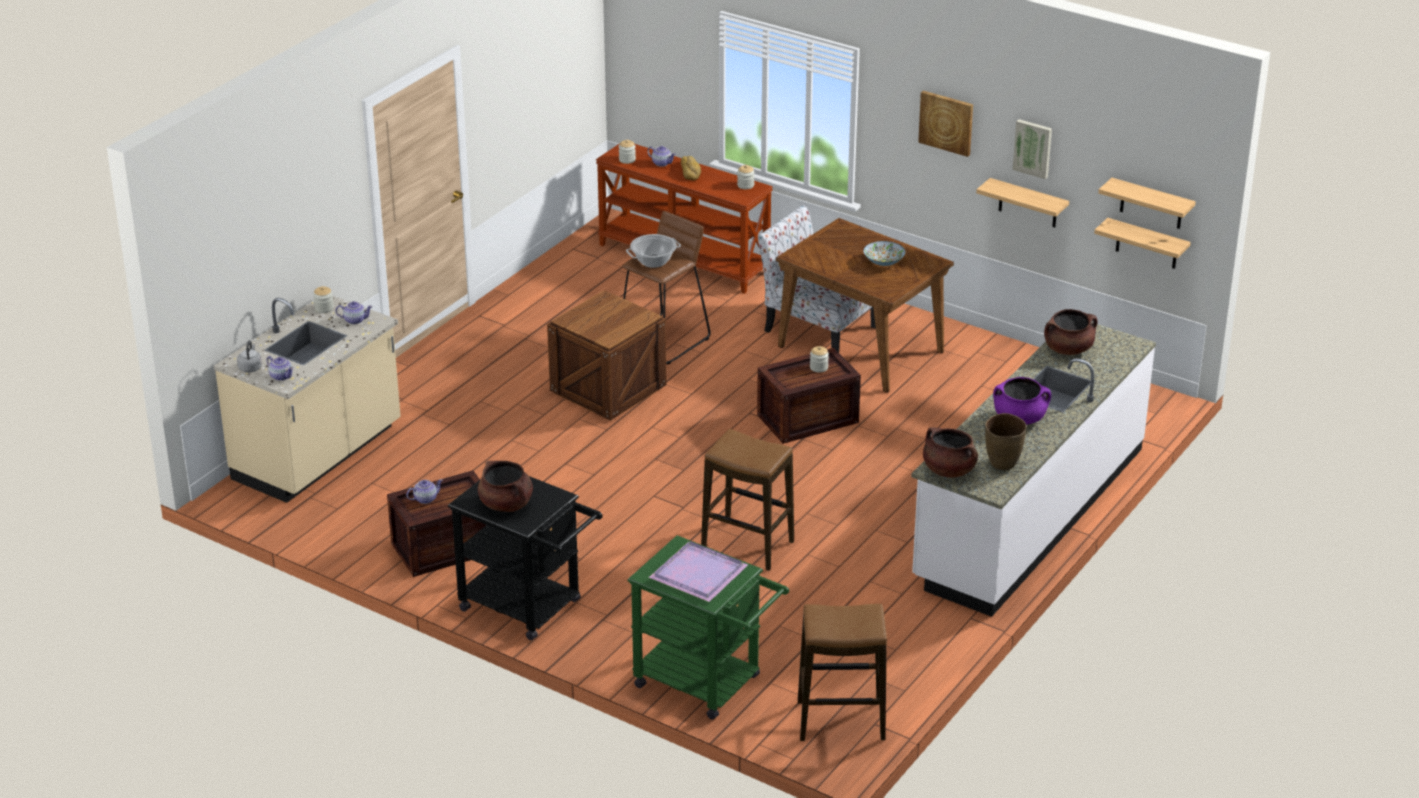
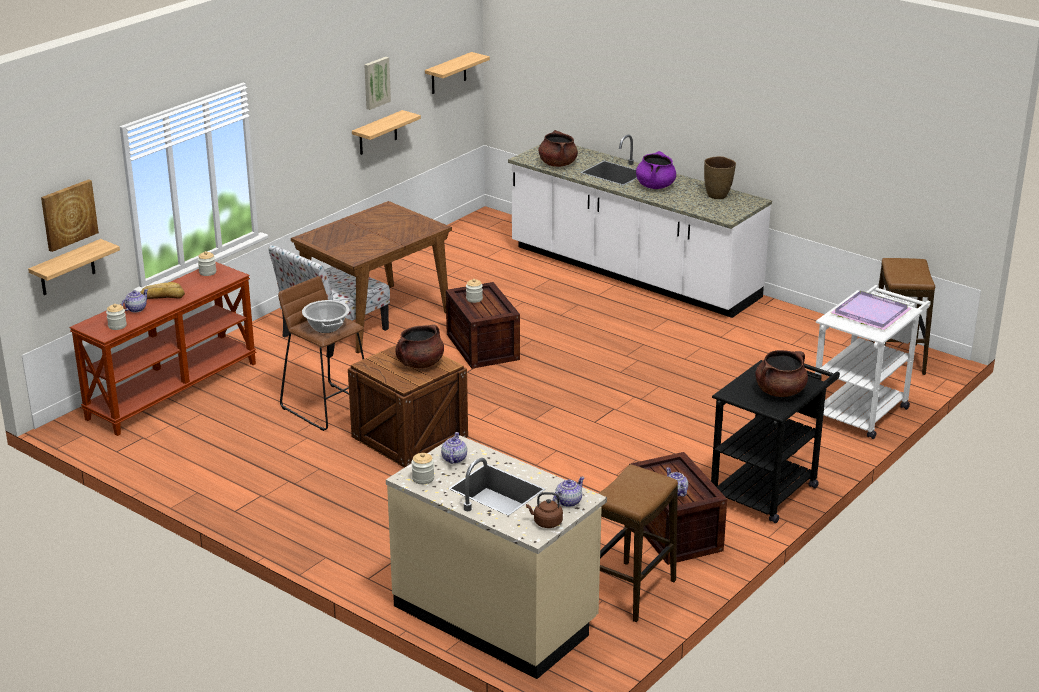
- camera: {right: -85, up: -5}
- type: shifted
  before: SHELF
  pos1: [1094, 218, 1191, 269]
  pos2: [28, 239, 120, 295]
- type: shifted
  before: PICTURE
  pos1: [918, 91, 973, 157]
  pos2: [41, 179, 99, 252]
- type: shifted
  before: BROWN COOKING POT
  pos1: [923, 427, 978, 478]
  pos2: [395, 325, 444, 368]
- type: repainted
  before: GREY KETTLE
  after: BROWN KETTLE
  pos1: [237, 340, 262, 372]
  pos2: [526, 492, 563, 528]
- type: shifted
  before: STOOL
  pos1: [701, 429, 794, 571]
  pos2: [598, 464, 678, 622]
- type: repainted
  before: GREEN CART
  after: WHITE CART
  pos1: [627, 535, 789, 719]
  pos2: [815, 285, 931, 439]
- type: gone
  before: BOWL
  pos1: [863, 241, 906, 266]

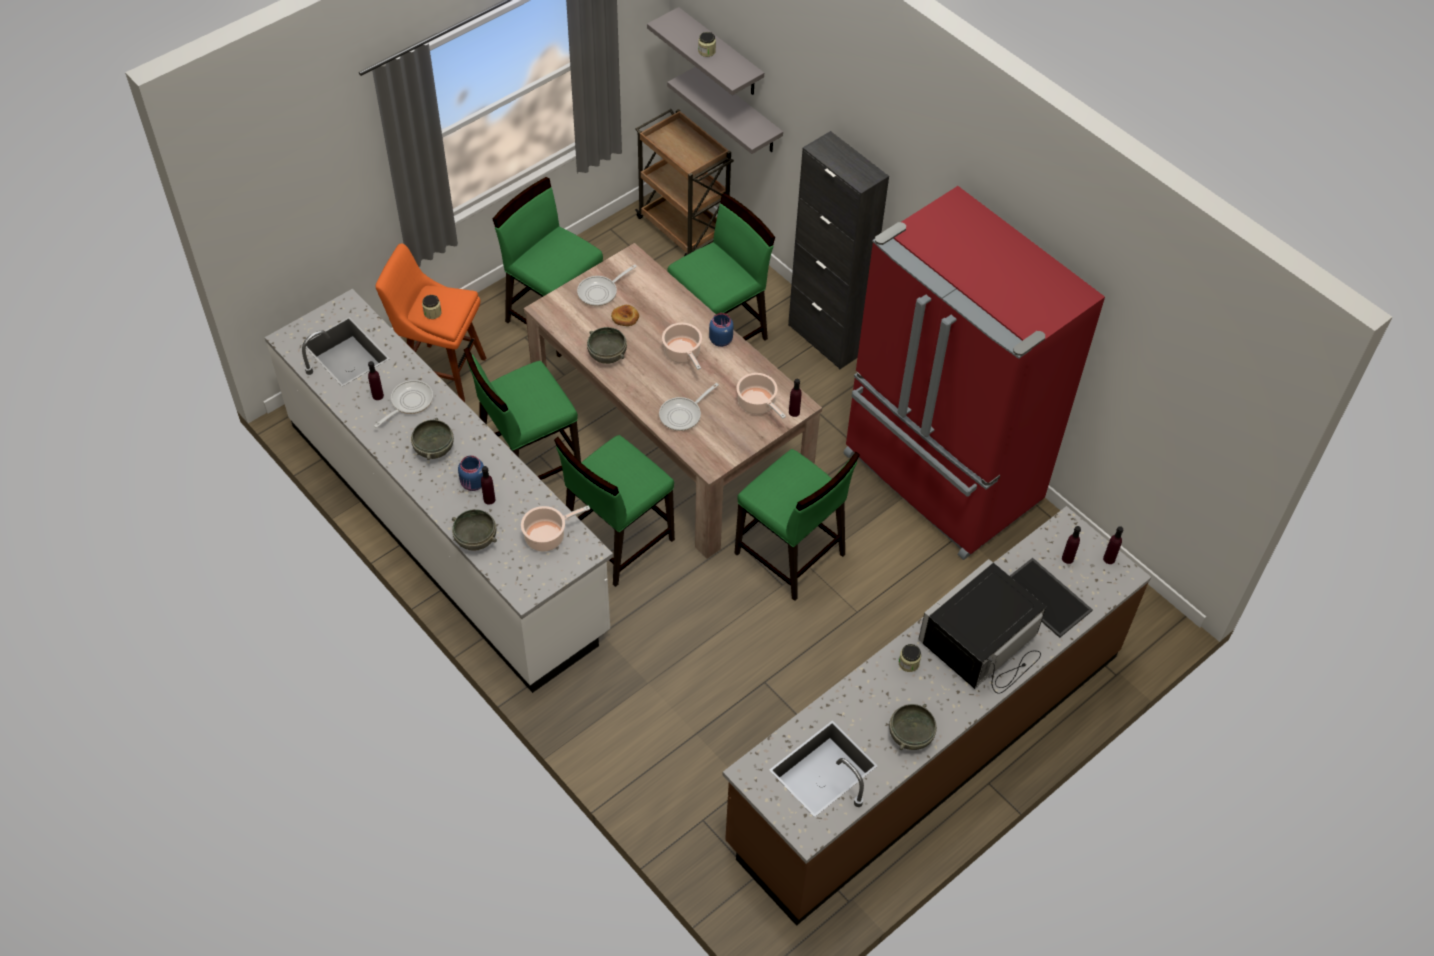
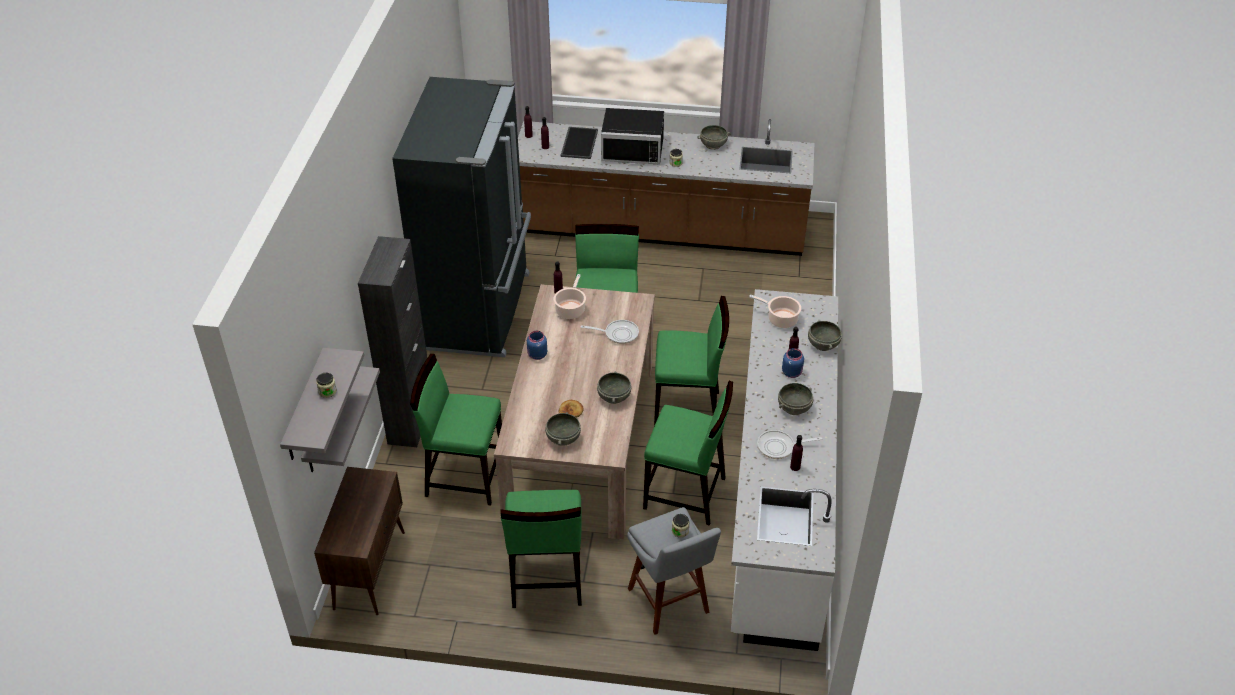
- camera: {right: -130, up: -10}
- type: swapped
  before: BROWN CART
  after: BROWN CABINET
  pos1: [635, 109, 734, 256]
  pos2: [314, 467, 405, 615]
- type: repainted
  before: RED FRIDGE
  after: BLACK FRIDGE
  pos1: [844, 186, 1105, 560]
  pos2: [392, 77, 531, 357]
- type: swapped
  before: FRYING PAN
  after: GREY BOWL
  pos1: [577, 264, 637, 306]
  pos2: [545, 412, 581, 446]
- type: repainted
  before: ORANGE STOOL
  after: GREY STOOL
  pos1: [375, 243, 486, 403]
  pos2: [627, 507, 721, 635]
- type: gone
  before: COOKING POT
  pos1: [662, 323, 702, 370]

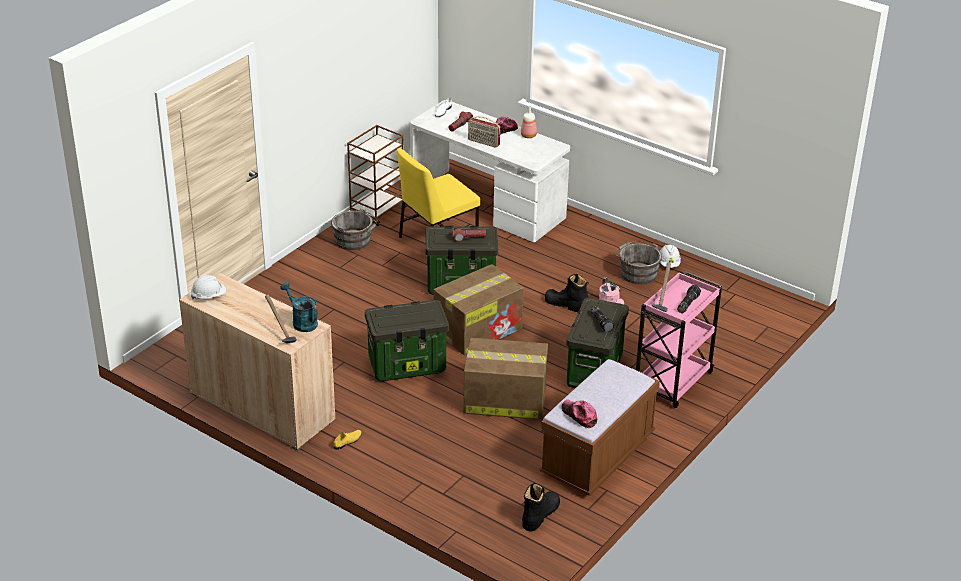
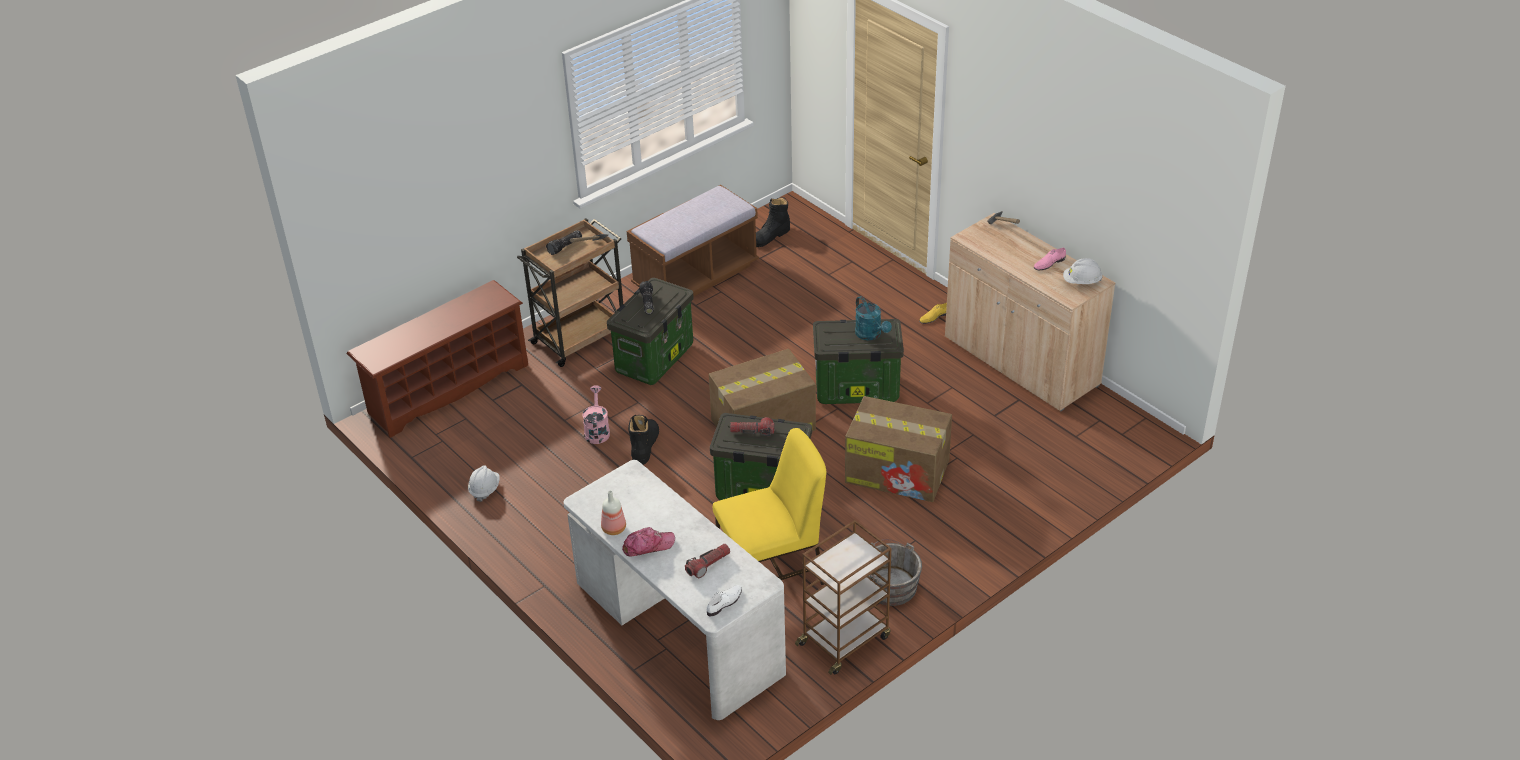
- camera: {right: -165, up: 5}
- type: new
  after: BROWN SHOE RACK
  pos2: [347, 280, 528, 438]
- type: repainted
  before: PINK CART
  after: BROWN CART
  pos1: [636, 271, 722, 408]
  pos2: [517, 218, 623, 367]
- type: rotated
  before: BLACK BOOT
  pos1: [545, 274, 589, 312]
  pos2: [628, 415, 659, 465]
  turn: -120
- type: shifted
  before: CARDBOARD BOX
  pos1: [464, 338, 548, 420]
  pos2: [845, 396, 952, 502]
- type: shifted
  before: TURQUOISE WATERING CAN
  pos1: [280, 282, 318, 332]
  pos2: [855, 296, 892, 341]
- type: new
  after: PINK SHOE
  pos2: [1034, 248, 1066, 270]
- type: gone
  before: RADIO
  pos1: [468, 116, 500, 148]
- type: gone
  before: CAP
  pos1: [562, 400, 597, 428]
- type: gone
  before: GREY BUCKET
  pos1: [615, 241, 662, 284]

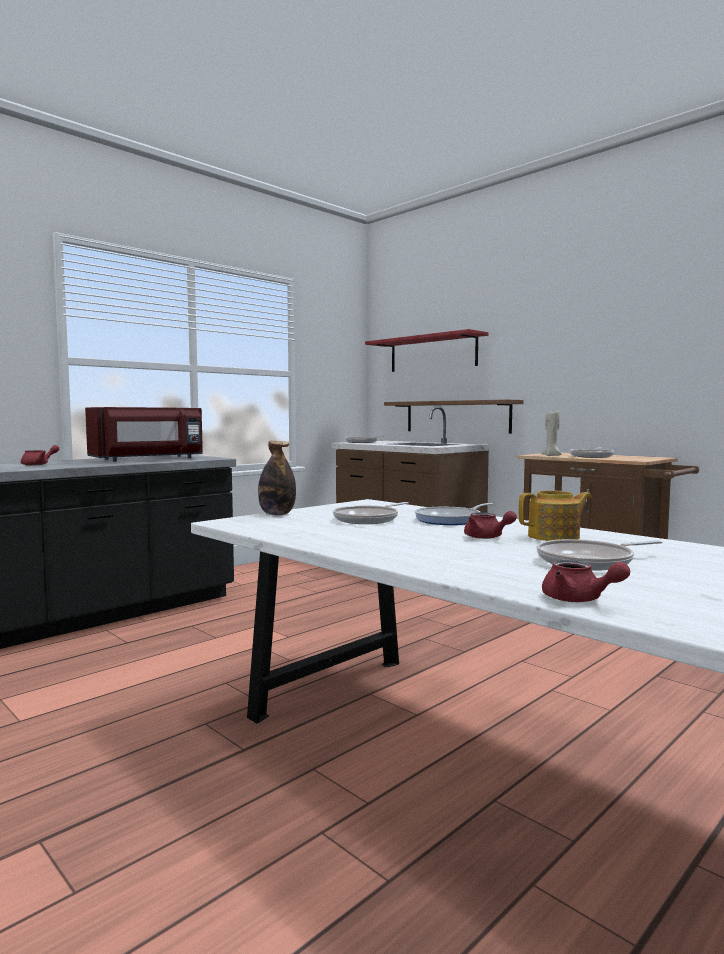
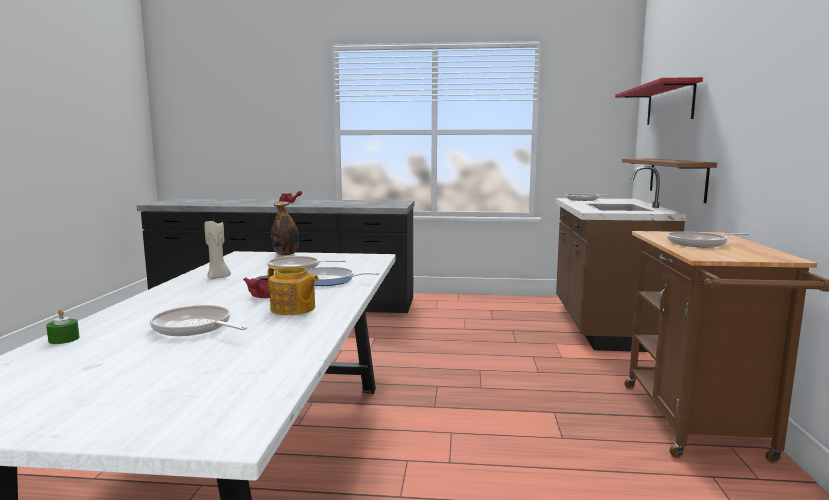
- camera: {right: 50, up: 5}
- type: swapped
  before: RED TEAPOT
  after: GREEN CANDLE
  pos1: [542, 560, 630, 602]
  pos2: [46, 309, 79, 344]
- type: shifted
  before: BEIGE CANDLE
  pos1: [541, 411, 561, 456]
  pos2: [204, 221, 231, 279]
- type: gone
  before: RED MICROWAVE
  pos1: [85, 407, 203, 461]

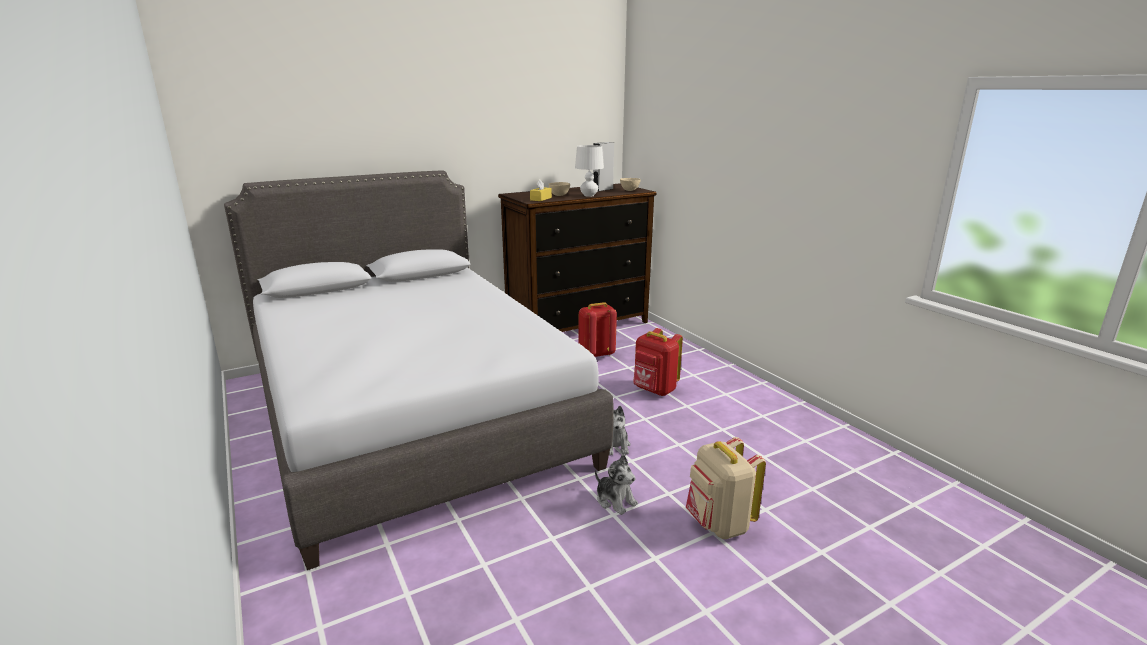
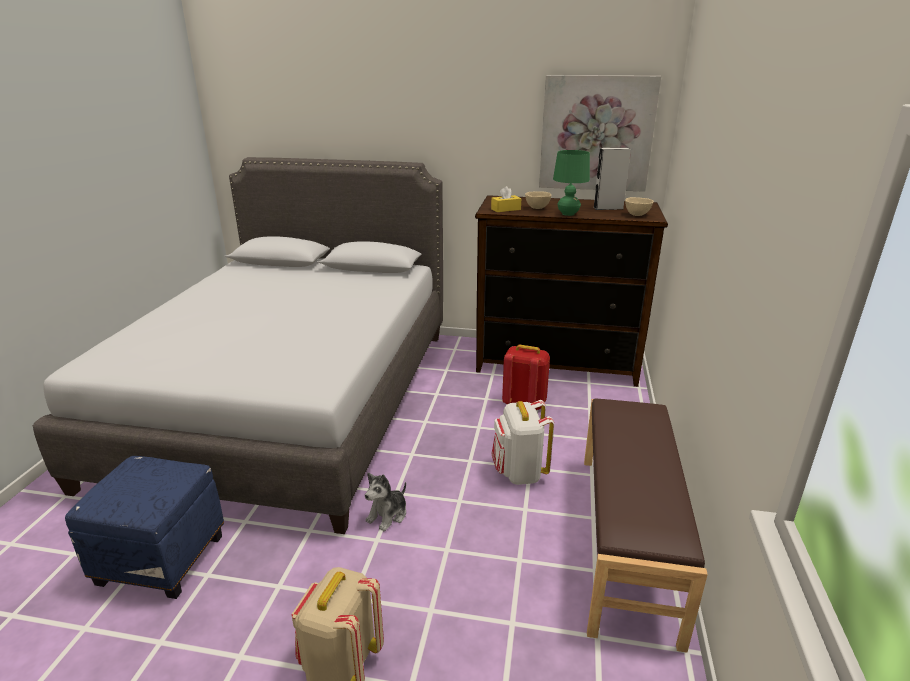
- camera: {right: 40, up: 5}
- type: new
  after: BLUE OTTOMAN
  pos2: [65, 456, 224, 599]
- type: repainted
  before: RED BACKPACK
  after: WHITE BACKPACK
  pos1: [633, 328, 683, 396]
  pos2: [491, 400, 554, 485]
- type: new
  after: PICTURE
  pos2: [539, 75, 662, 192]
- type: repainted
  before: WHITE TABLE LAMP
  after: GREEN TABLE LAMP
  pos1: [575, 145, 604, 197]
  pos2: [553, 150, 590, 216]
- type: new
  after: BROWN BENCH
  pos2: [584, 398, 708, 653]
- type: gone
  before: PLUSH TOY
  pos1: [595, 454, 638, 515]

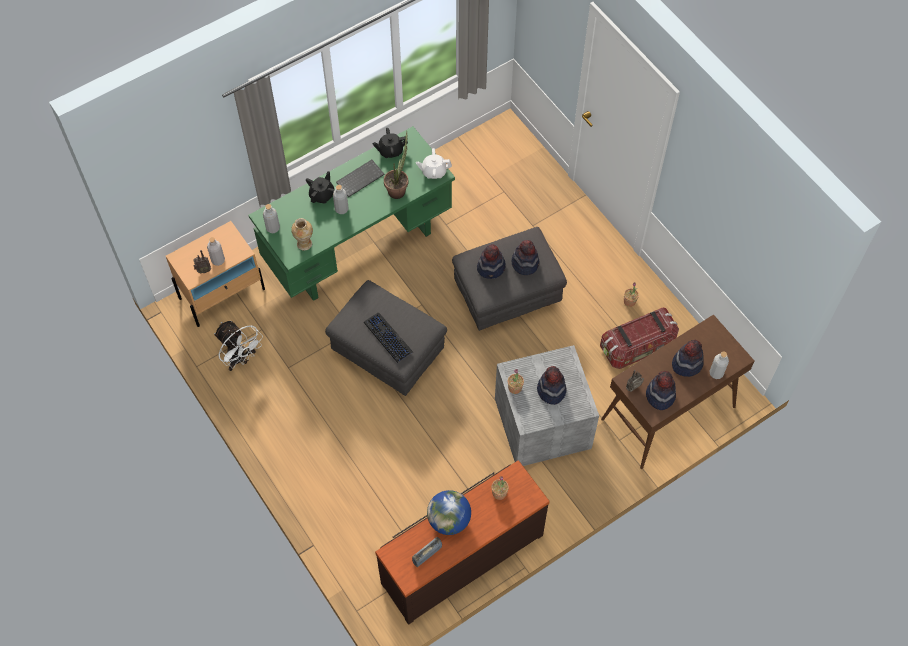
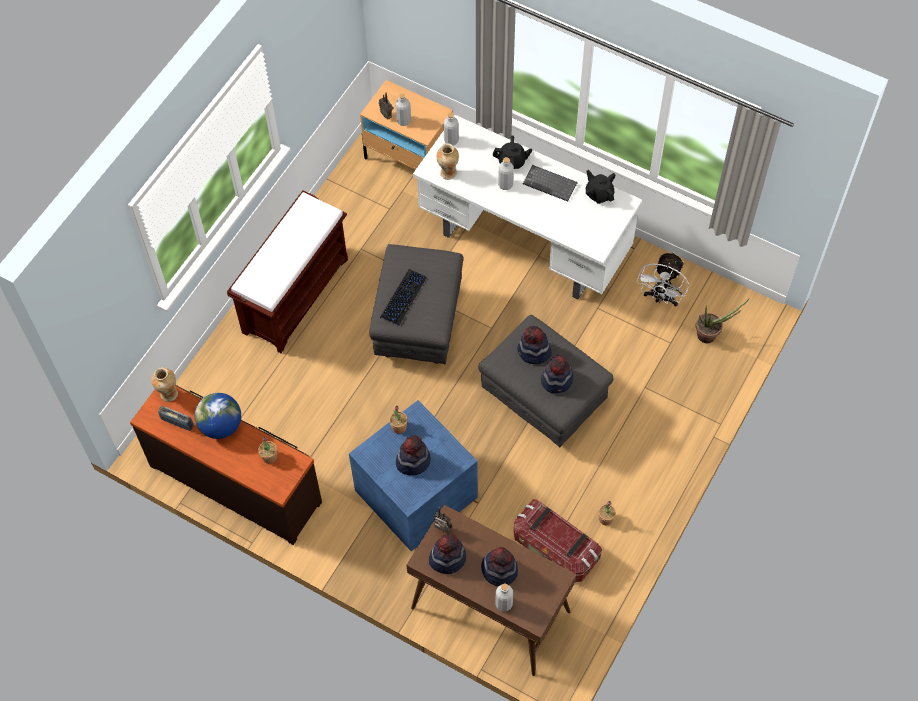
- camera: {right: 65, up: 0}
- type: new
  after: VASE
  pos2: [151, 367, 178, 402]
- type: new
  after: BROWN BENCH
  pos2: [227, 190, 348, 353]
- type: repainted
  before: GREY STORAGE BOX
  after: BLUE STORAGE BOX
  pos1: [495, 345, 599, 466]
  pos2: [349, 400, 478, 551]
- type: repainted
  before: GREEN DESK
  after: WHITE DESK
  pos1: [249, 126, 455, 301]
  pos2: [413, 115, 642, 299]
- type: shifted
  before: WHITE FAN
  pos1: [214, 321, 263, 371]
  pos2: [636, 252, 689, 307]
- type: shifted
  before: POTTED PLANT
  pos1: [384, 131, 408, 199]
  pos2: [696, 299, 749, 343]
- type: gone
  before: WHITE TEAPOT
  pos1: [416, 148, 452, 179]

